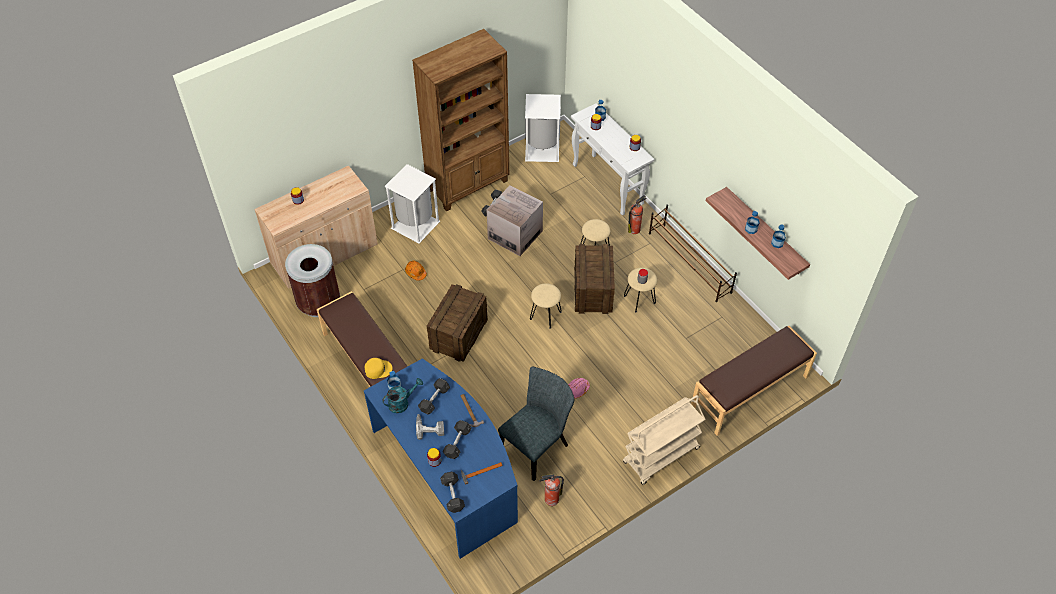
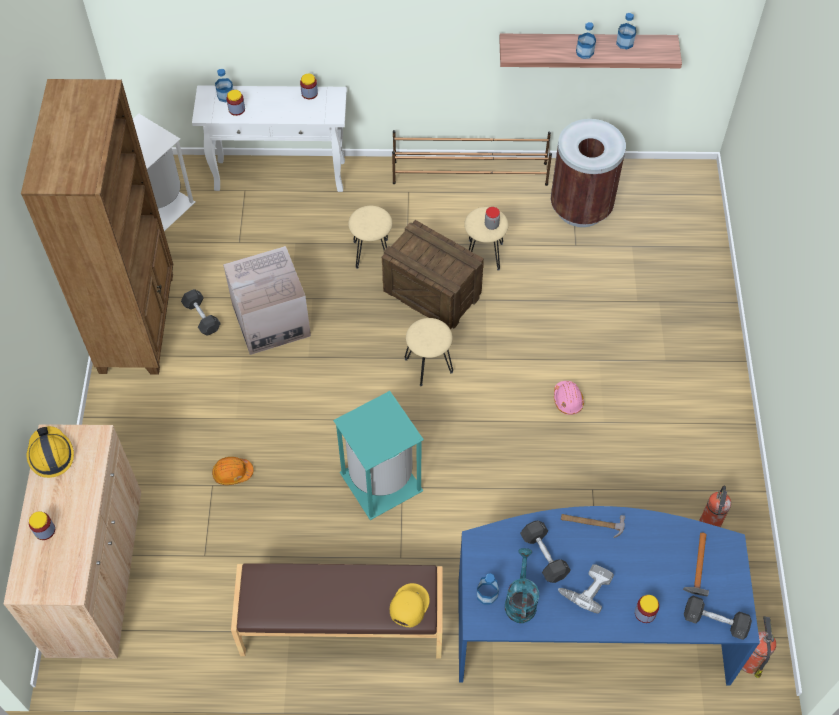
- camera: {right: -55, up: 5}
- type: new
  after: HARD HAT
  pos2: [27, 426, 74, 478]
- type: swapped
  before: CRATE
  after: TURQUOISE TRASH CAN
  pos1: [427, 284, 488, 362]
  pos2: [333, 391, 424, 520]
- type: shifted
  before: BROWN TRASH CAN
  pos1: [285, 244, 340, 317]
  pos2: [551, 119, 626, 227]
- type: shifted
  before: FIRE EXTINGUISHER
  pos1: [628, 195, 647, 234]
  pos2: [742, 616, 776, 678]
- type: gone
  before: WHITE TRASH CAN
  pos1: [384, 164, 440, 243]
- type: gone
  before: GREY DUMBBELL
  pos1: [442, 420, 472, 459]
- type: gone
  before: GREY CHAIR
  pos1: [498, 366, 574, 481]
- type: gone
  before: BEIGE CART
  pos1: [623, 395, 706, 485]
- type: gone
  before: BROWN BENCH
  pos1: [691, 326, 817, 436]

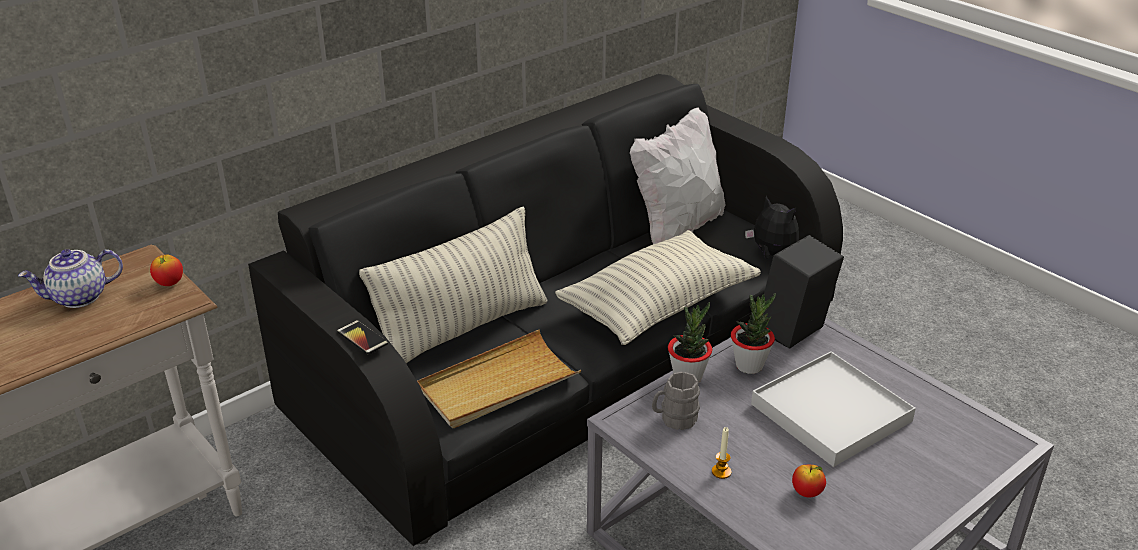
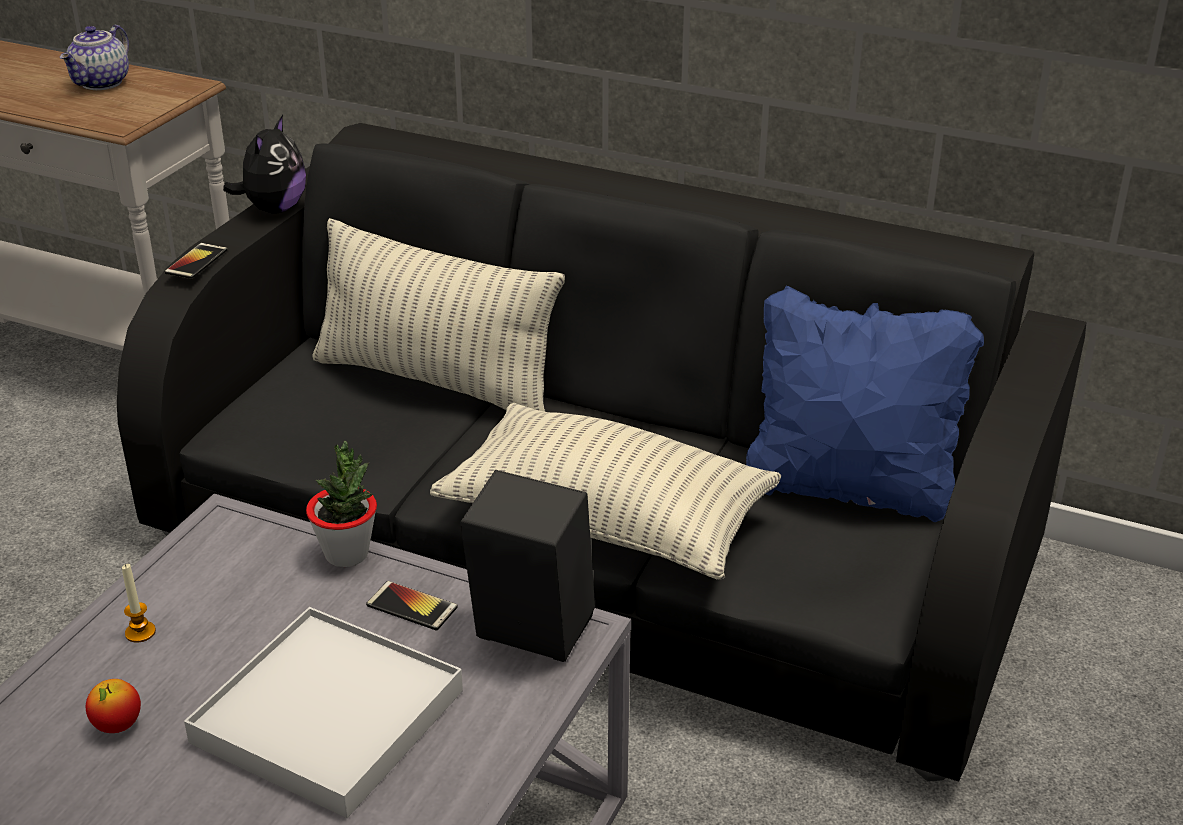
- camera: {right: 65, up: 0}
- type: rotated
  before: TEAPOT
  pos1: [18, 249, 123, 308]
  pos2: [60, 25, 129, 90]
  turn: -105
- type: shifted
  before: PLUSH TOY
  pos1: [745, 196, 799, 259]
  pos2: [223, 115, 306, 213]
- type: swapped
  before: POTTED PLANT
  after: PHONE
  pos1: [731, 293, 776, 374]
  pos2: [366, 581, 458, 631]
- type: repainted
  before: WHITE PILLOW
  after: BLUE PILLOW
  pos1: [630, 107, 726, 244]
  pos2: [746, 286, 984, 522]
- type: gone
  before: APPLE
  pos1: [150, 255, 183, 286]
- type: gone
  before: BEIGE TRAY
  pos1: [417, 330, 581, 428]
- type: gone
  before: GREY MUG
  pos1: [652, 372, 700, 430]

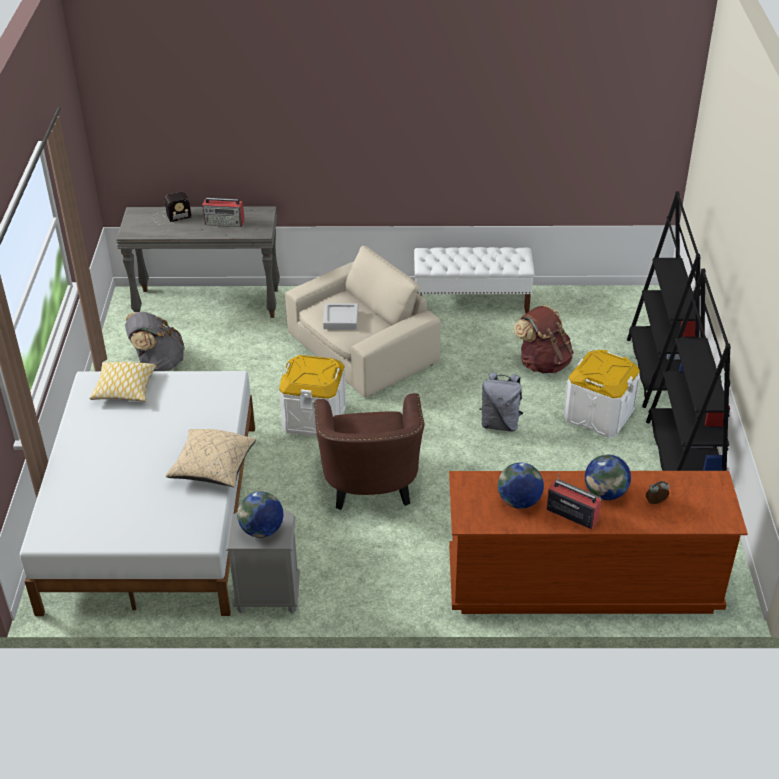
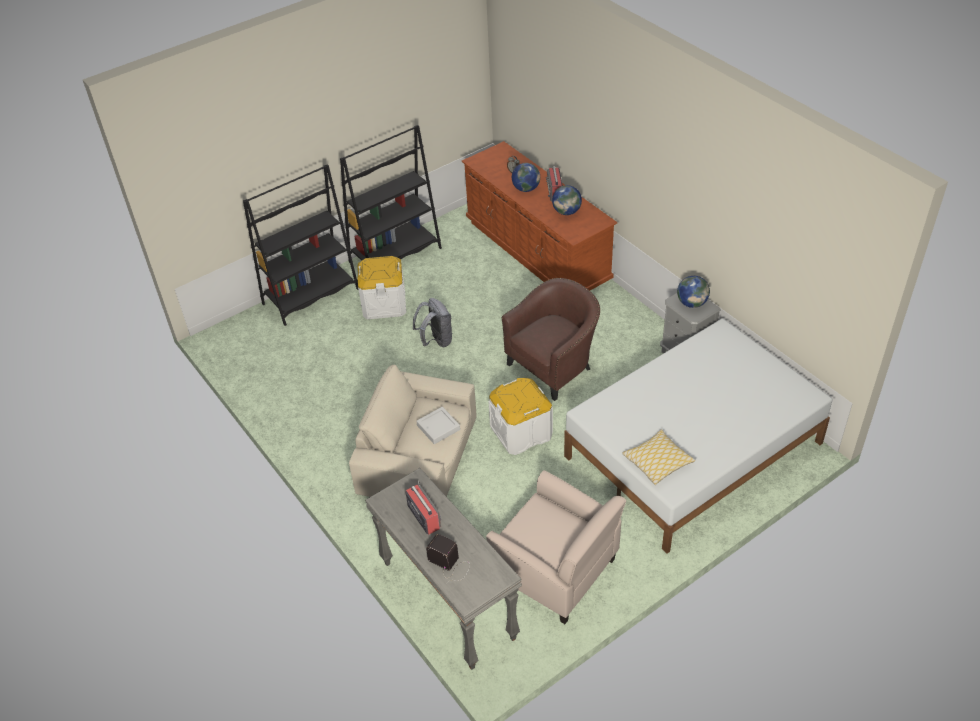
- camera: {right: -125, up: 5}
- type: swapped
  before: GREY BACKPACK
  after: BEIGE ARMCHAIR
  pos1: [125, 311, 185, 371]
  pos2: [486, 470, 626, 624]
- type: gone
  before: BEIGE PILLOW
  pos1: [166, 429, 256, 487]
- type: gone
  before: WHITE BENCH
  pos1: [414, 247, 534, 313]
- type: gone
  before: BROWN BACKPACK
  pos1: [514, 305, 574, 373]

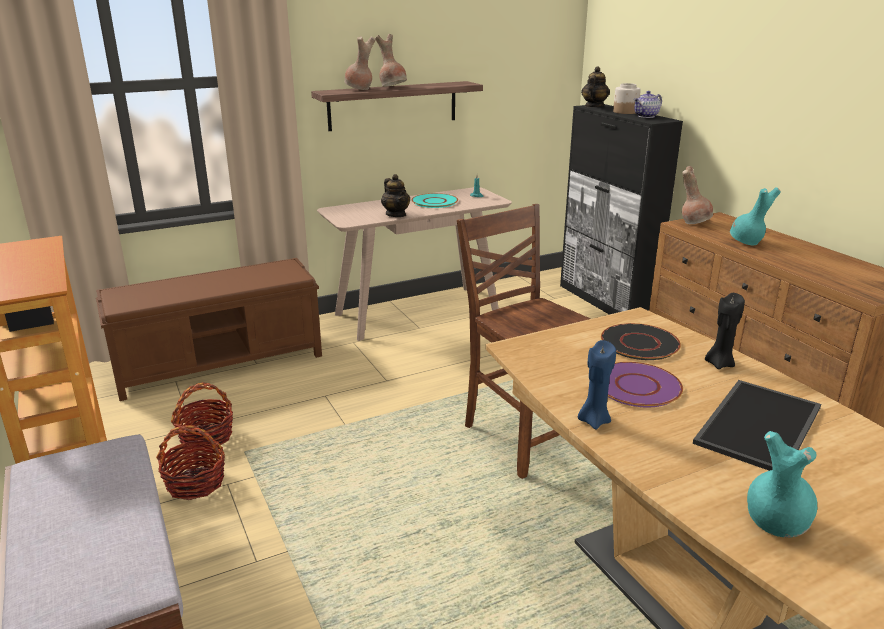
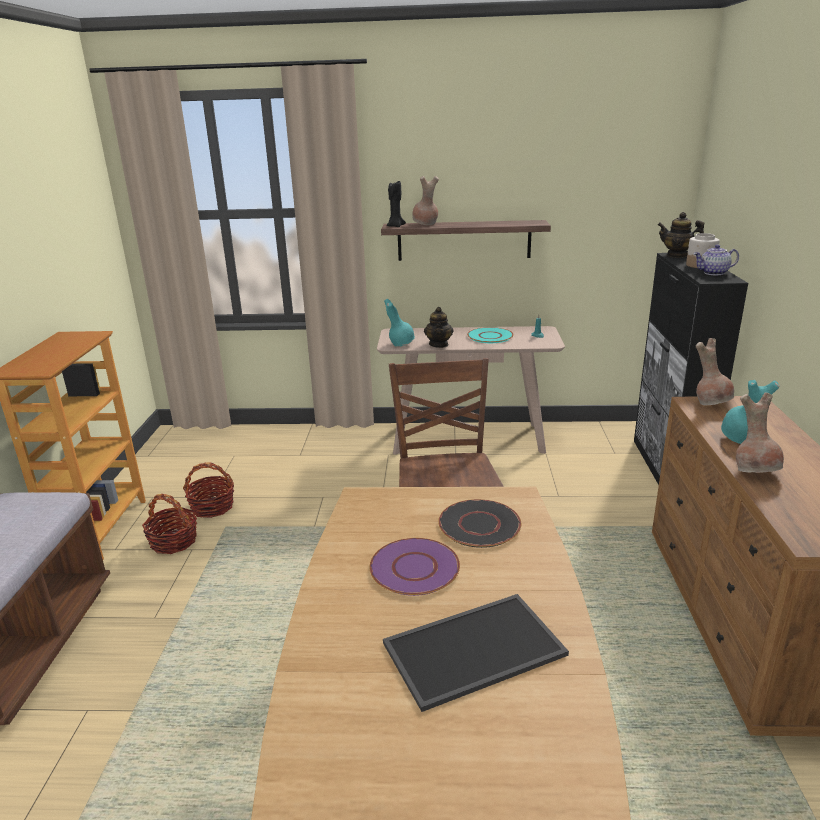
- camera: {right: 30, up: 0}
- type: shifted
  before: TURQUOISE VASE
  pos1: [747, 431, 817, 538]
  pos2: [384, 299, 415, 347]
- type: shifted
  before: BLACK CANDLE
  pos1: [705, 293, 745, 369]
  pos2: [387, 181, 406, 227]
- type: rotated
  before: TEAPOT
  pos1: [581, 66, 610, 107]
  pos2: [658, 212, 704, 258]
  turn: -120
- type: shifted
  before: BROWN VASE
  pos1: [375, 34, 407, 87]
  pos2: [736, 392, 784, 473]
- type: gone
  before: BROWN BENCH
  pos1: [96, 258, 322, 401]
- type: gone
  before: BLUE CANDLE
  pos1: [578, 340, 616, 430]

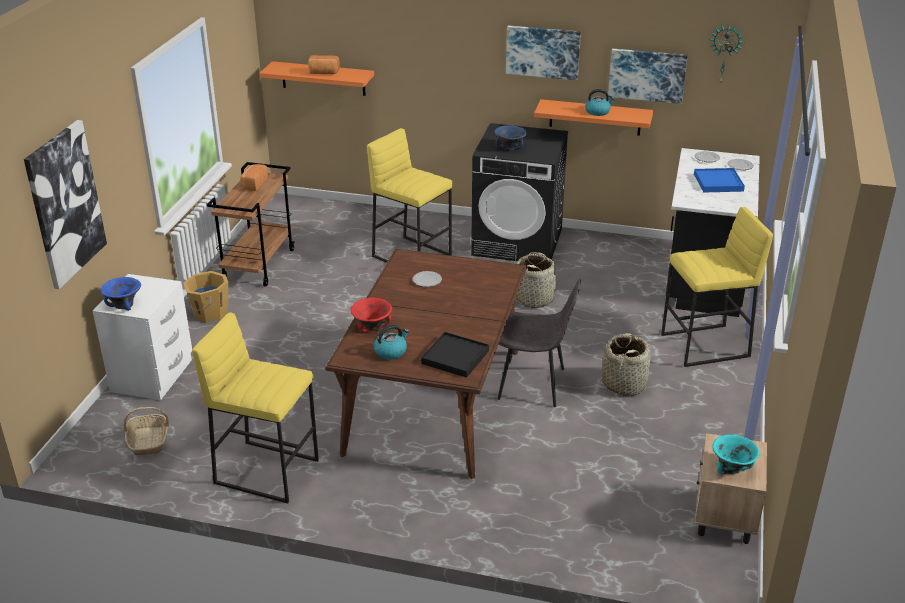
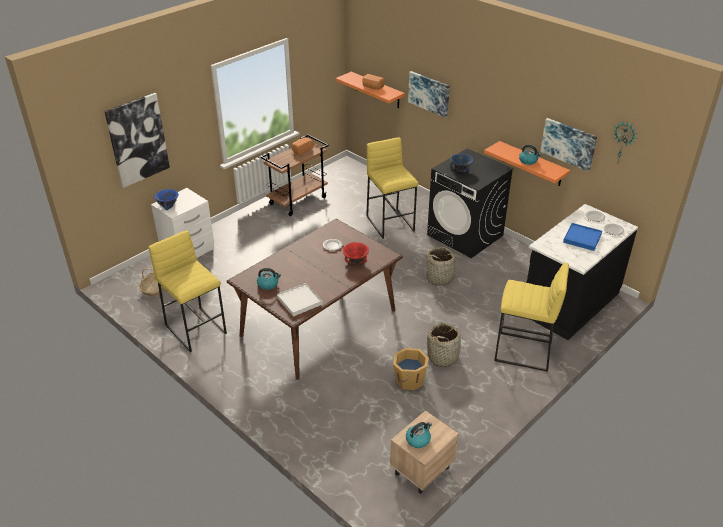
- camera: {right: 30, up: 5}
- type: repainted
  before: BLACK TRAY
  after: WHITE TRAY
  pos1: [421, 332, 489, 378]
  pos2: [277, 283, 322, 317]
- type: shifted
  before: RED BOWL
  pos1: [351, 298, 392, 332]
  pos2: [343, 242, 369, 264]
- type: shifted
  before: ORANGE BUCKET
  pos1: [183, 271, 228, 322]
  pos2: [393, 348, 429, 390]
- type: swapped
  before: TURQUOISE BOWL
  after: KETTLE
  pos1: [712, 435, 760, 474]
  pos2: [406, 422, 432, 448]
- type: shifted
  before: PICTURE
  pos1: [506, 26, 581, 80]
  pos2: [408, 71, 450, 118]
- type: gone
  before: GREY CHAIR
  pos1: [497, 278, 581, 407]

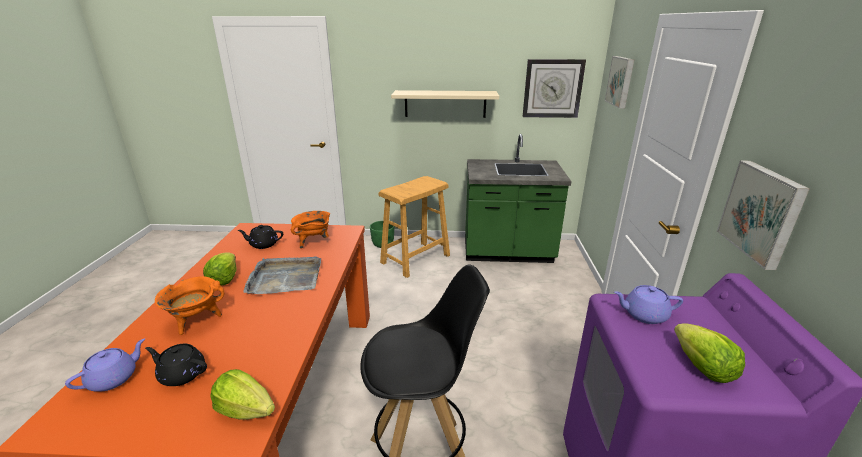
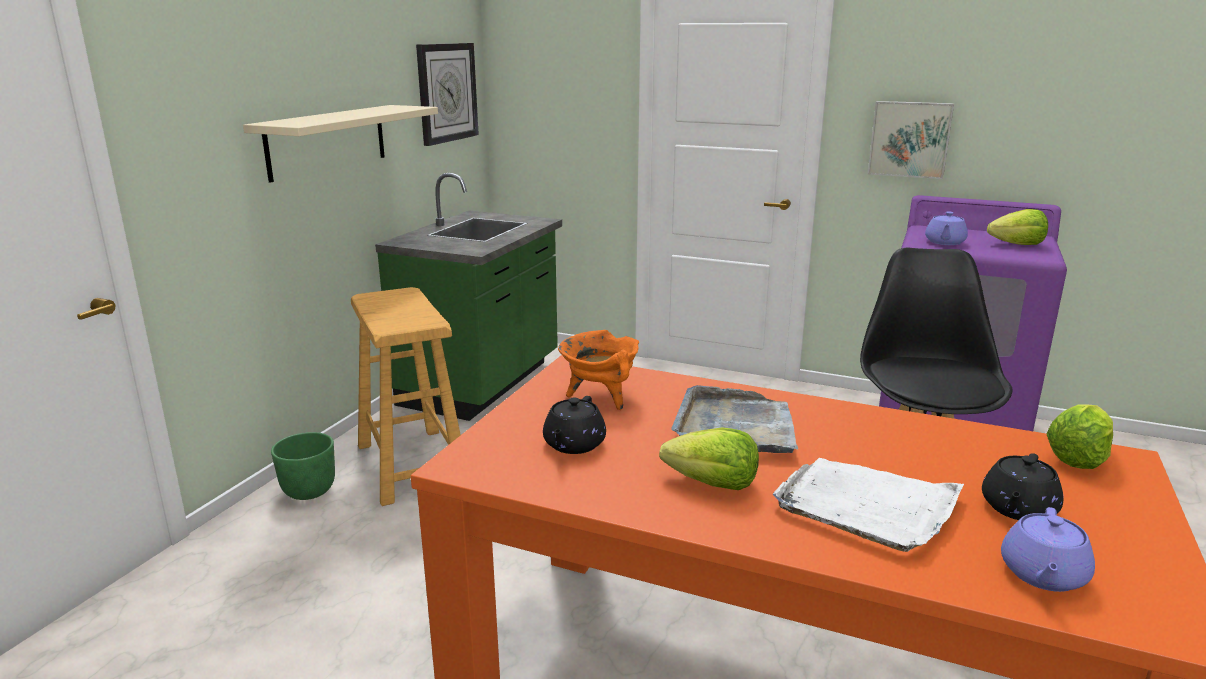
- camera: {right: -70, up: -5}
- type: swapped
  before: ORANGE COOKING POT
  after: WHITE TRAY
  pos1: [155, 276, 224, 335]
  pos2: [773, 458, 964, 552]
- type: rotated
  before: PURPLE TEAPOT
  pos1: [65, 338, 145, 392]
  pos2: [1001, 507, 1095, 592]
  turn: -120
- type: gone
  before: PICTURE
  pos1: [605, 56, 634, 108]

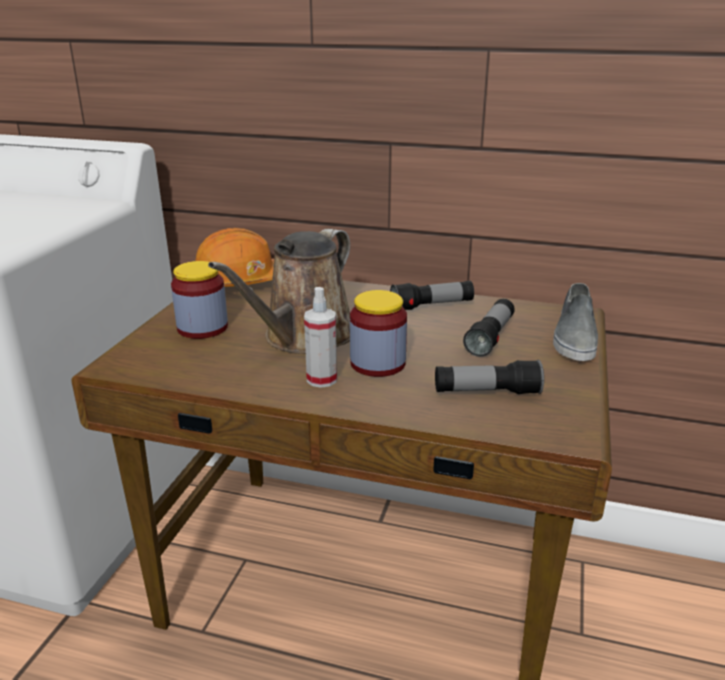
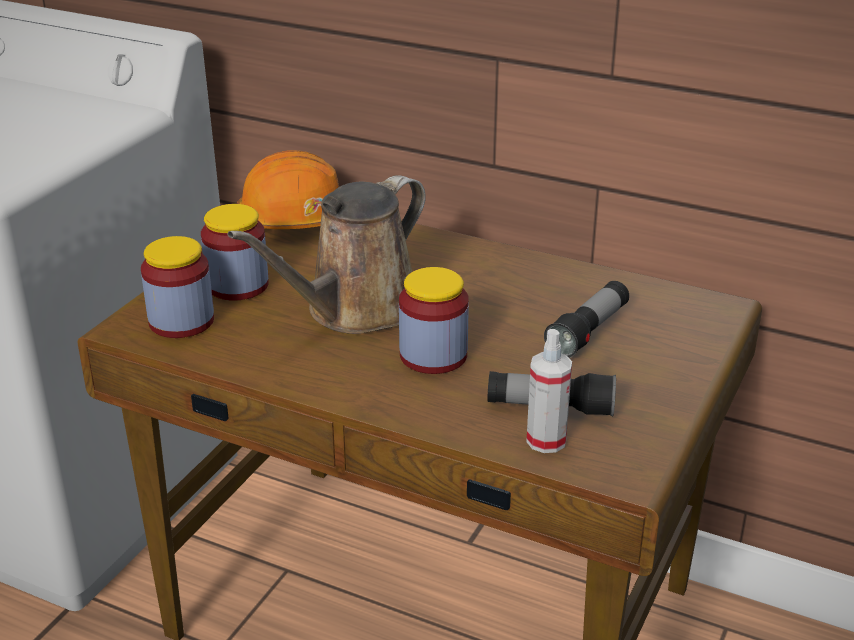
- camera: {right: 10, up: 5}
- type: new
  after: JAR
  pos2: [141, 236, 214, 338]
- type: shifted
  before: SPRAY BOTTLE
  pos1: [304, 287, 337, 388]
  pos2: [526, 329, 572, 453]
- type: gone
  before: FLASHLIGHT
  pos1: [390, 281, 474, 310]
- type: gone
  before: GREY SHOE
  pos1: [553, 283, 598, 361]

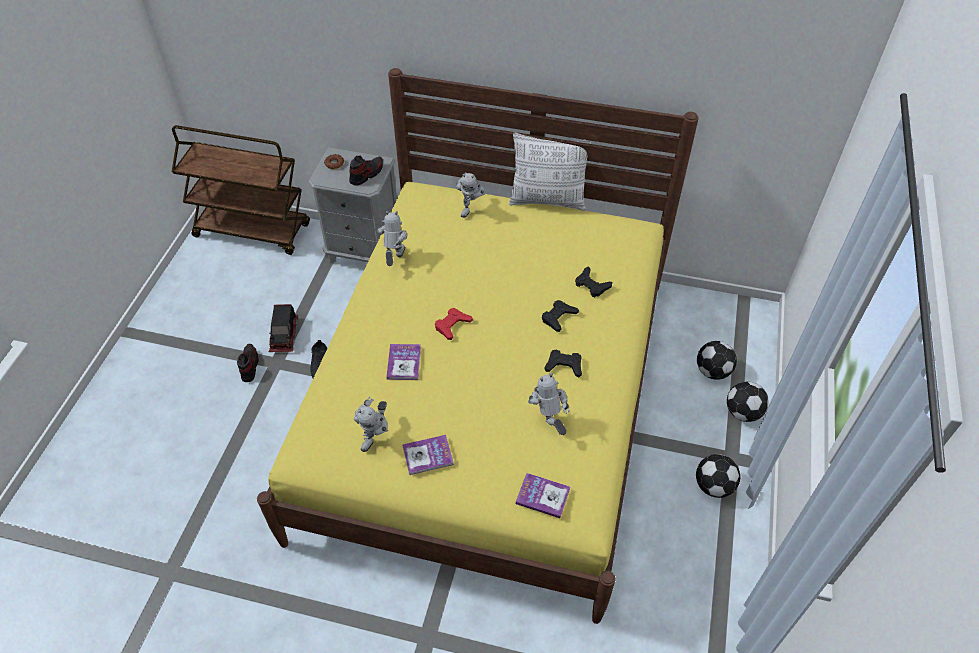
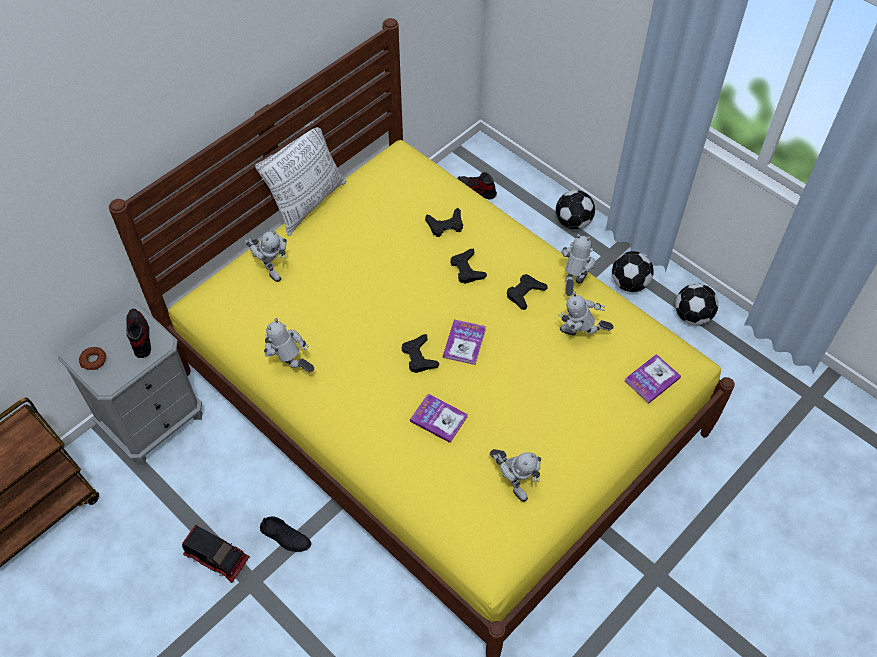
- camera: {right: -60, up: 5}
- type: repainted
  before: RED GAME CONTROLLER
  after: BLACK GAME CONTROLLER
  pos1: [435, 308, 473, 340]
  pos2: [402, 334, 439, 373]
- type: shifted
  before: BOOK
  pos1: [403, 435, 454, 475]
  pos2: [443, 319, 486, 365]
- type: shifted
  before: SHOE
  pos1: [237, 344, 258, 382]
  pos2: [457, 172, 497, 200]
- type: new
  after: TOY ROBOT
  pos2: [561, 234, 595, 296]
- type: shifted
  before: FOOTBALL
  pos1: [697, 341, 737, 380]
  pos2: [675, 283, 718, 325]

